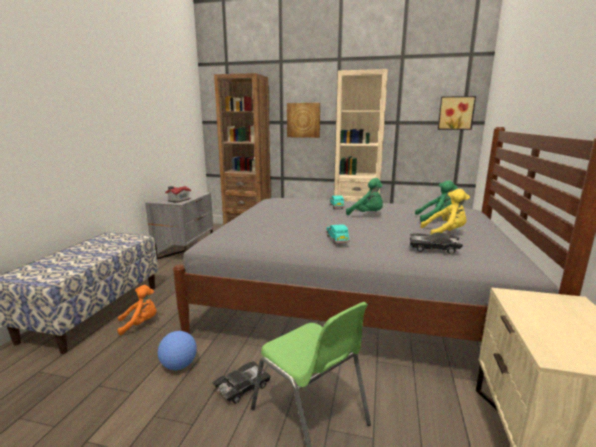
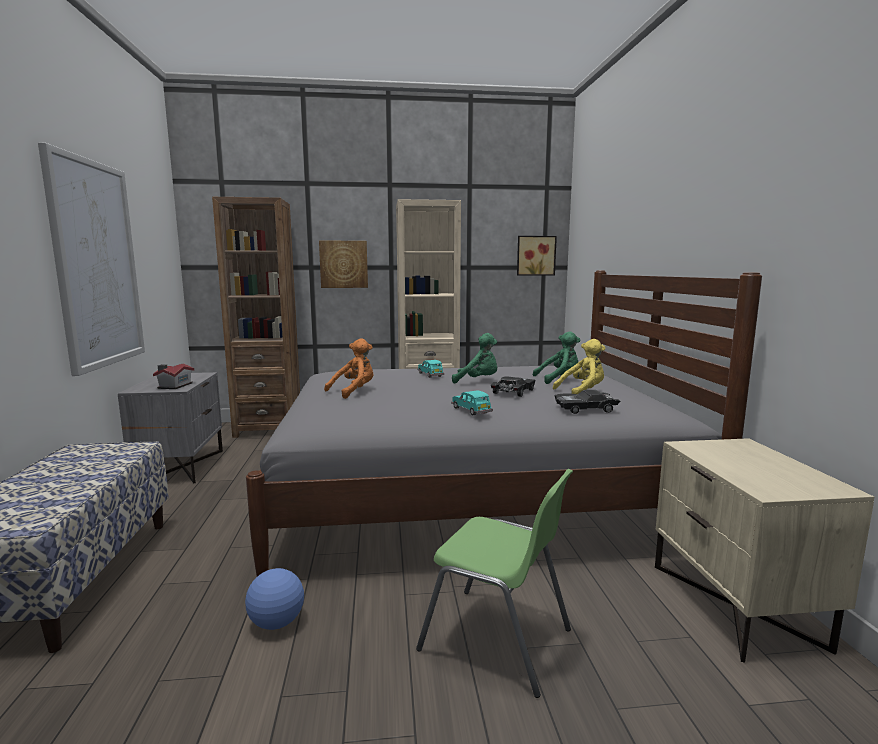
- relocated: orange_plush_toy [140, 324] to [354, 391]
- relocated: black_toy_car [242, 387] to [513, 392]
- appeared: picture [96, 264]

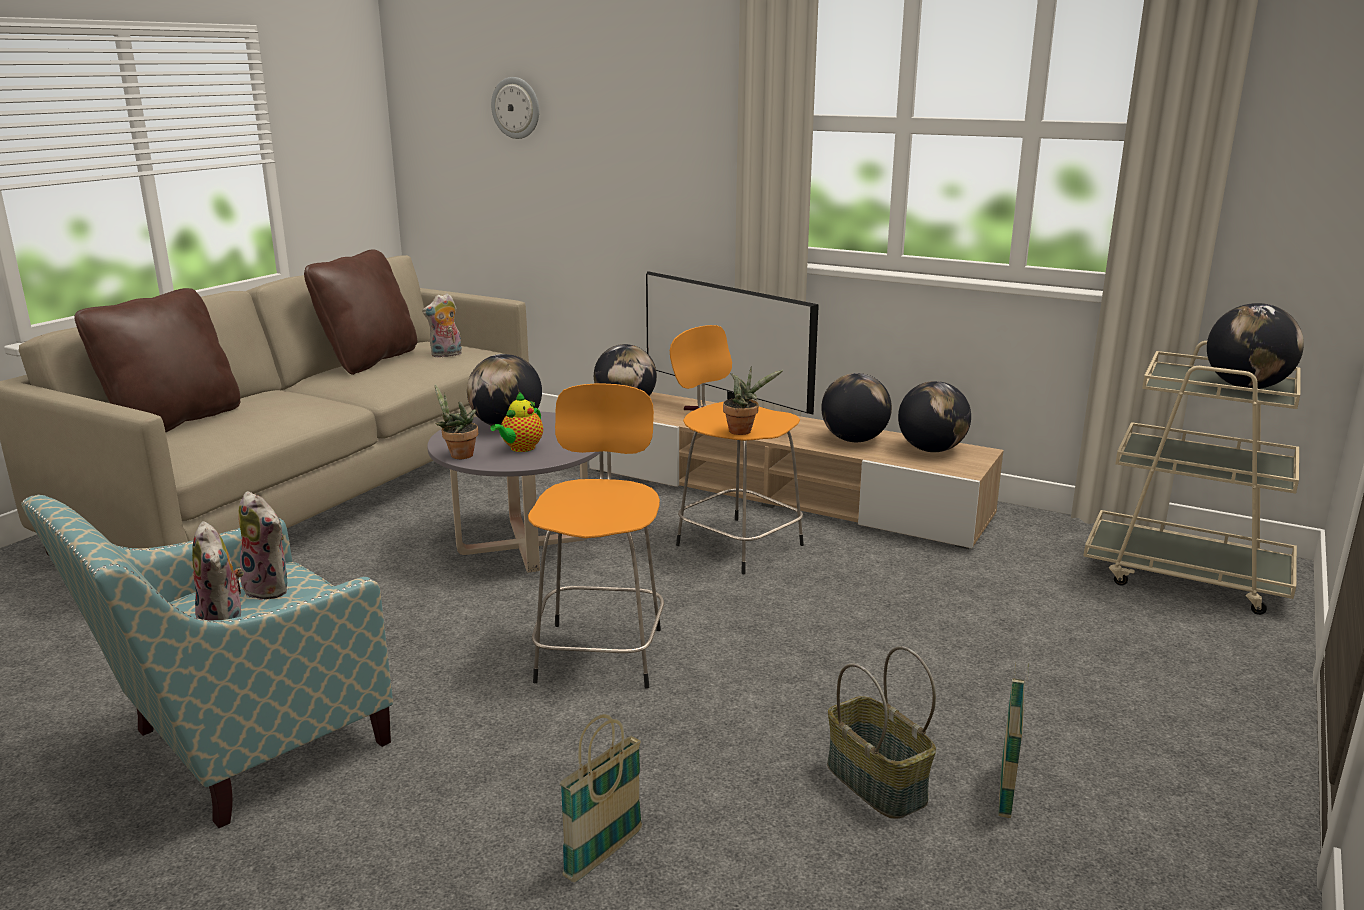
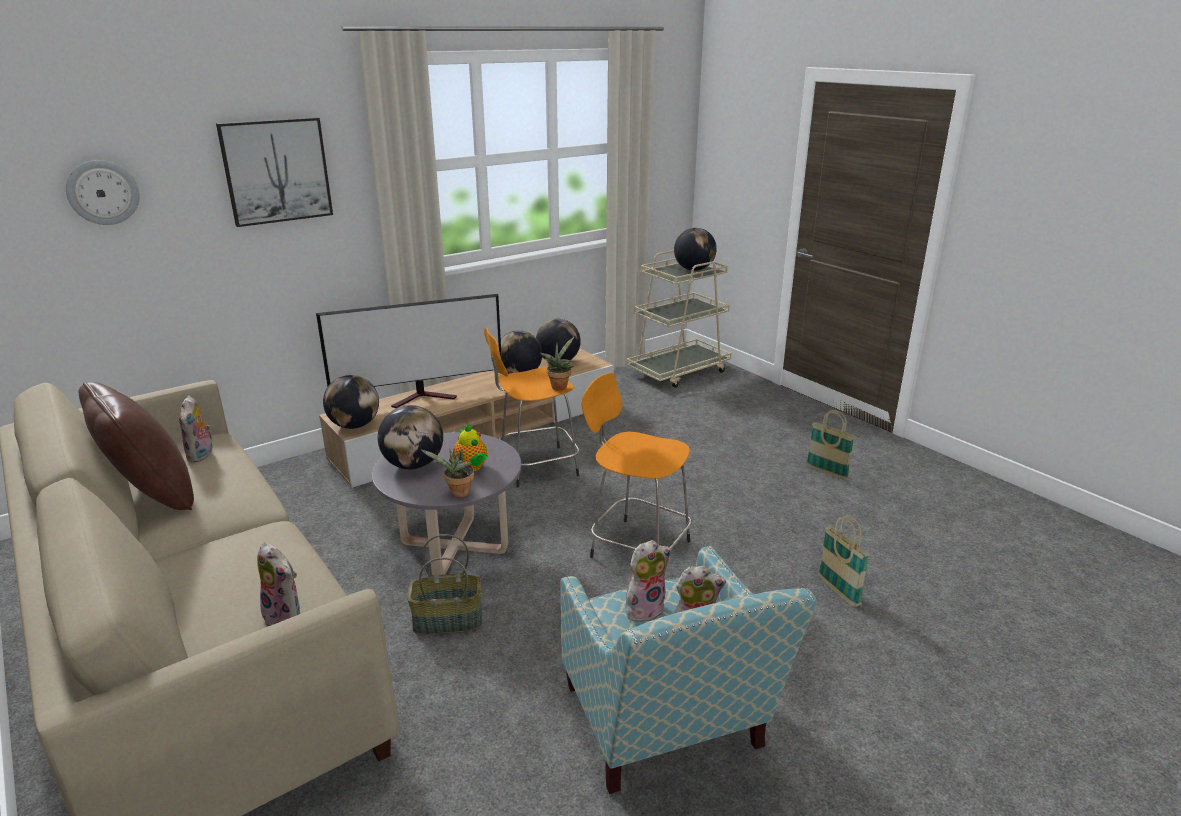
- missing: brown_pillow [173, 422]
- relocated: basket [874, 783] to [447, 621]
- appeared: picture [276, 171]
- appeared: plush_toy [286, 617]

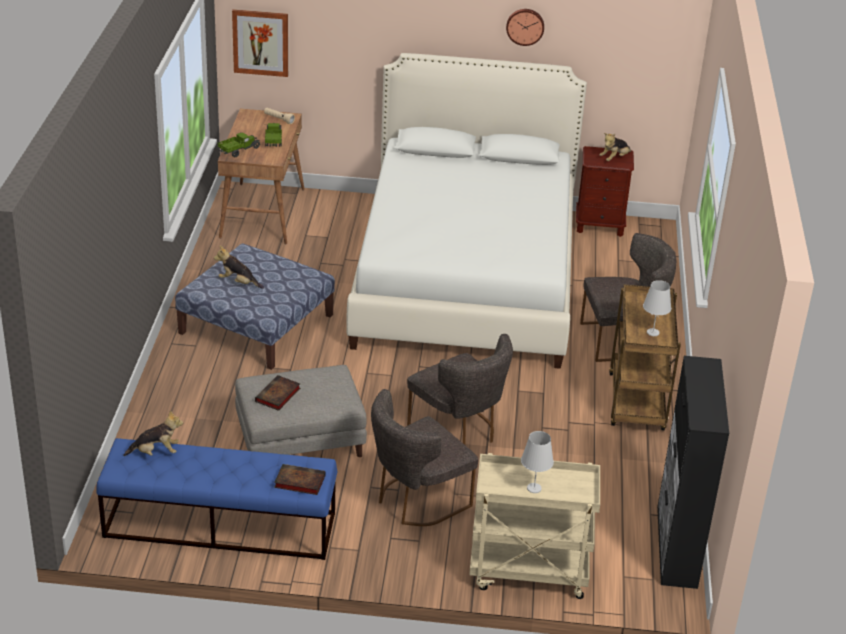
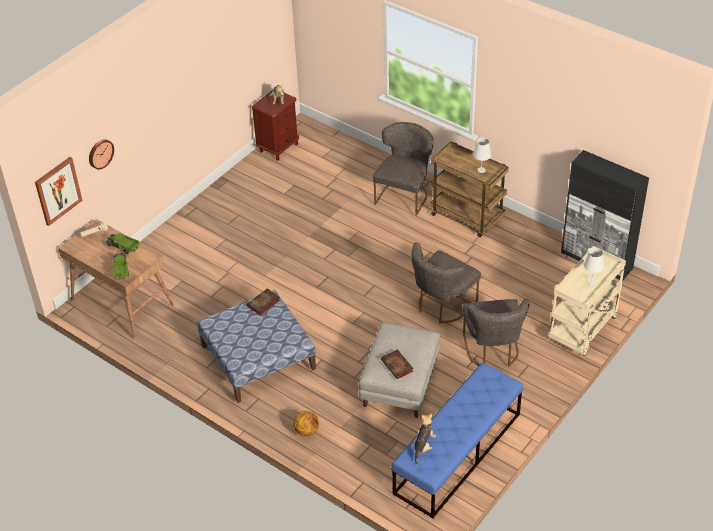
- relocated: wall_clock [525, 26] to [100, 153]
- missing: white_bed [466, 277]
- missing: plush_toy [238, 282]
- spun: grey_chair [459, 432] = [442, 305] 135 degrees clockwise
- relocated: book [298, 482] to [263, 304]
- appeared: basketball [307, 430]

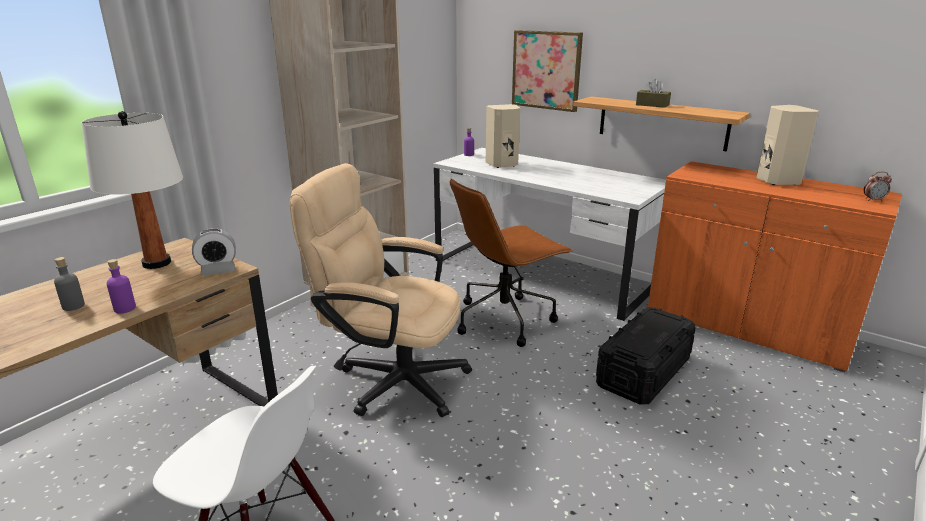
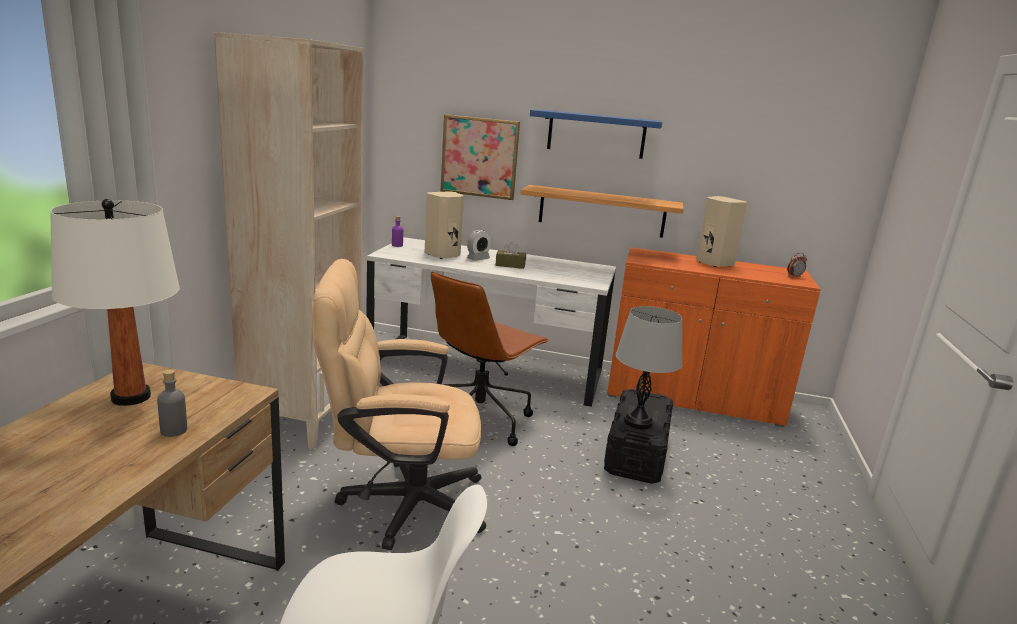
- relocated: brown_tissue_box [652, 105] to [510, 265]
- relocated: alarm_clock [218, 271] to [478, 259]
- relocated: grey_bottle [73, 306] to [174, 430]
- missing: purple_bottle [125, 308]
- appeared: blue_shelf [596, 134]
- appeared: grey_table_lamp [638, 422]

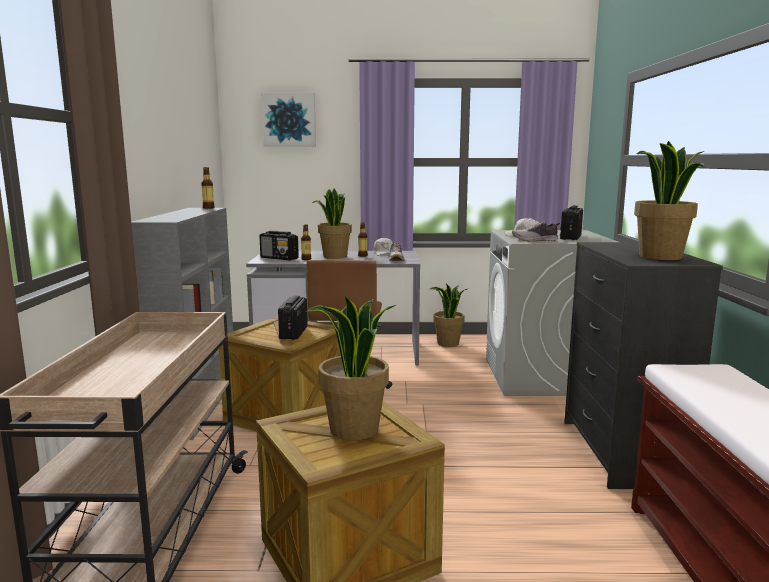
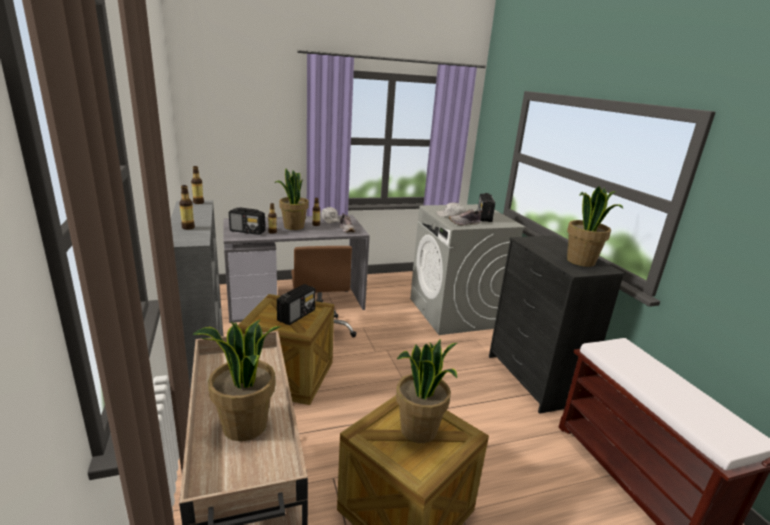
- missing: picture [289, 120]
- relocated: potted_plant [448, 343] to [244, 426]
- spun: radio [293, 333] = [297, 315] 135 degrees counterclockwise
- appeared: bottle [188, 228]

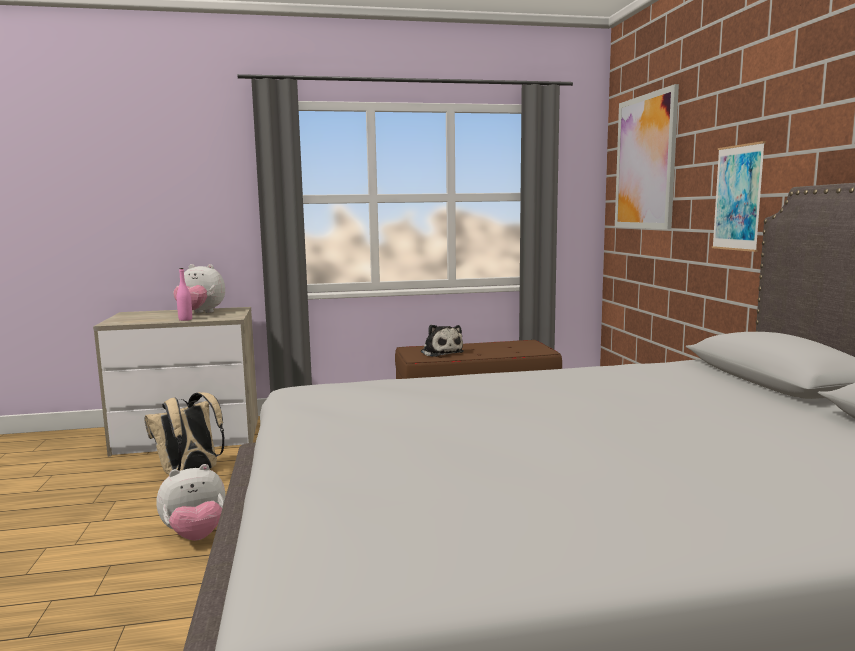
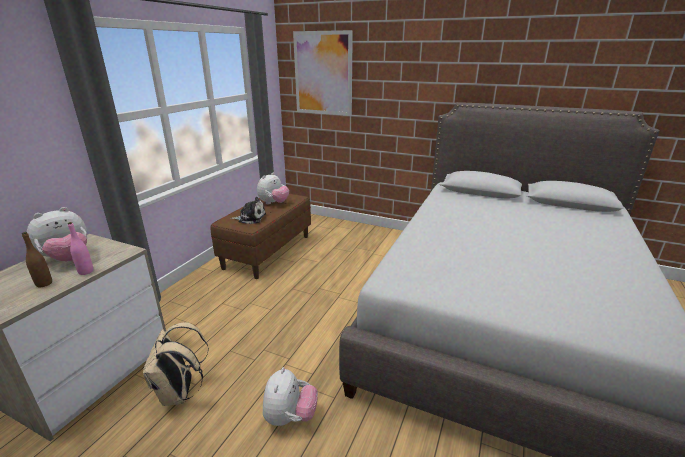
- missing: picture [738, 198]
- appeared: plush_toy [273, 203]
- appeared: brown_bottle [44, 284]

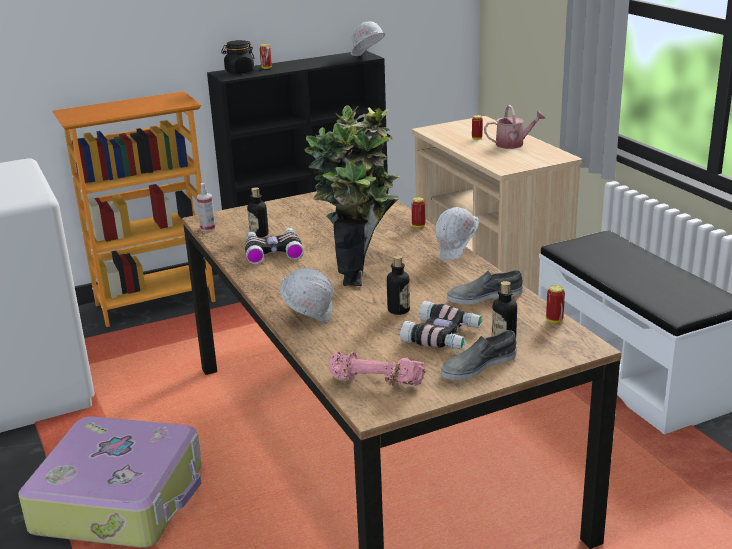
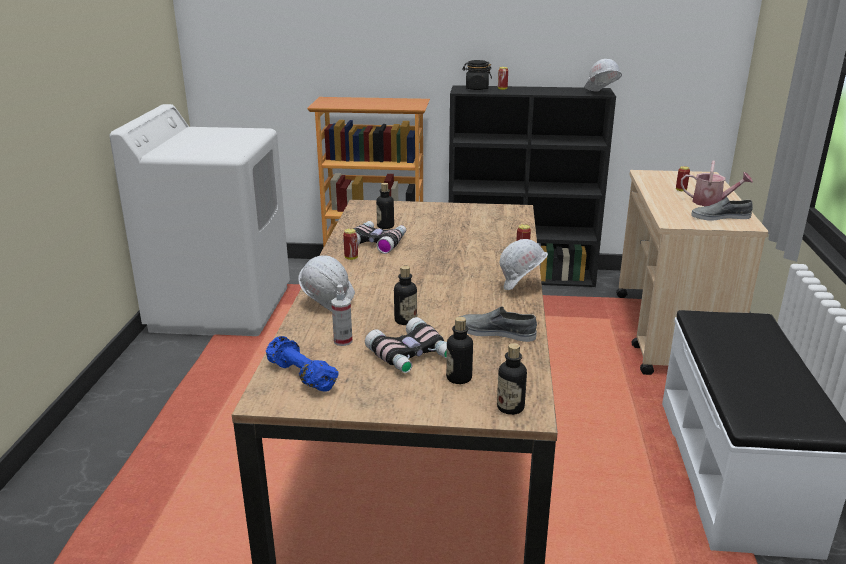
- missing: potted_plant [359, 271]
- relocated: spray_bottle [208, 228] to [343, 341]
- relocated: can [554, 320] to [351, 258]
- relocated: grey_shoe [478, 365] to [720, 217]
- colour: pink_dumbbell [375, 382] to blue_dumbbell [300, 376]
- missing: suitcase [121, 499]
- appeared: bottle [510, 407]

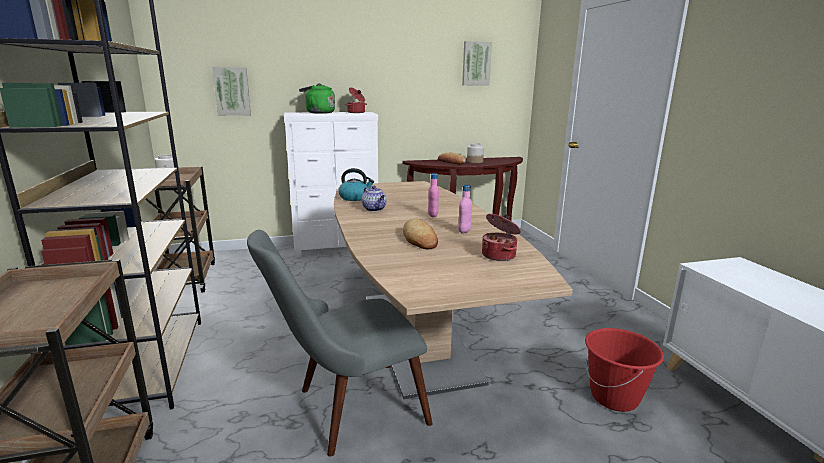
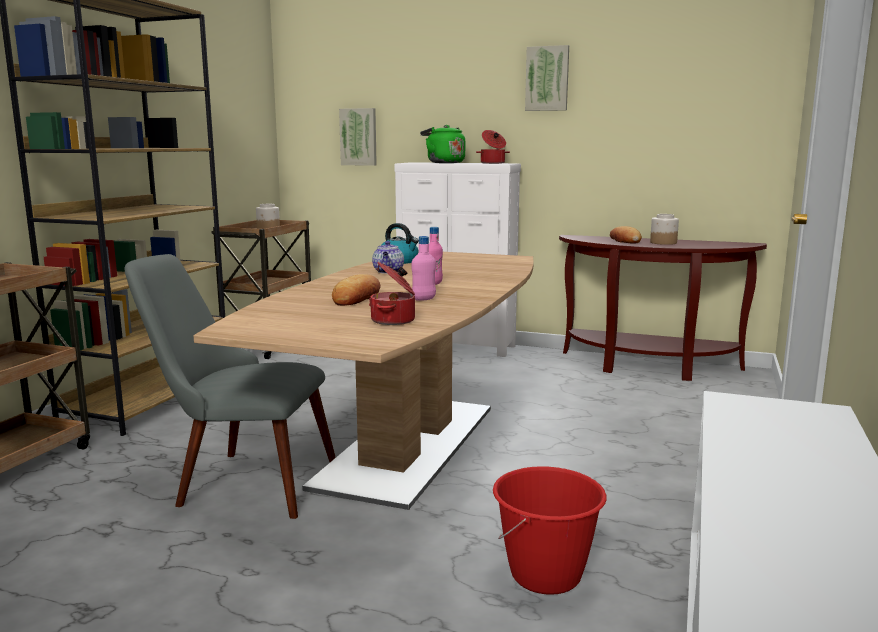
- relocated: picture [476, 64] to [547, 79]

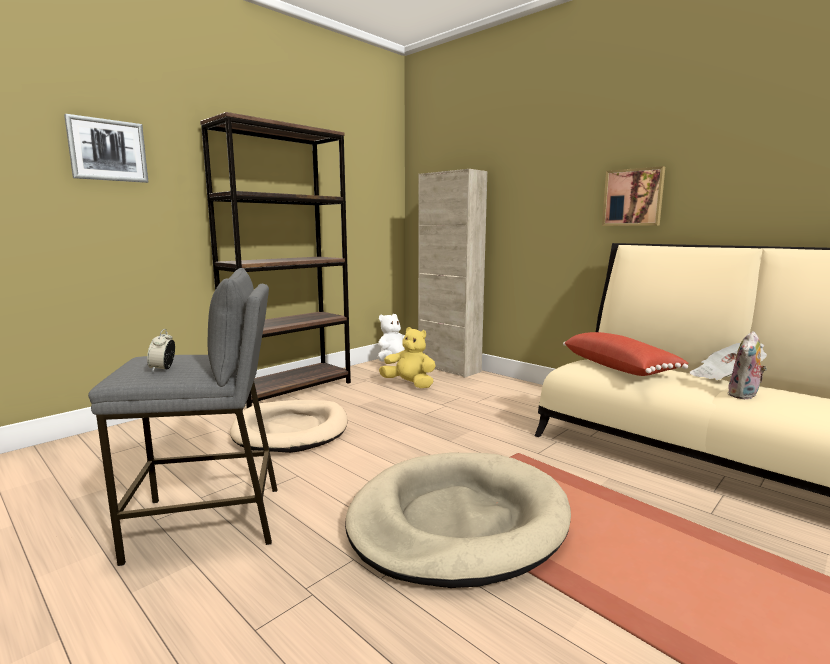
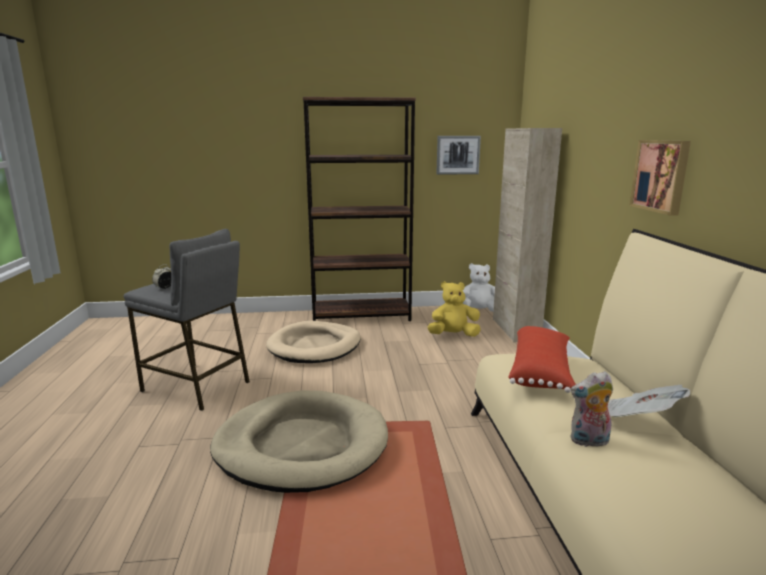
- relocated: picture [108, 150] to [458, 155]
- spun: yellow_plush_toy [409, 384] = [453, 335] 75 degrees counterclockwise

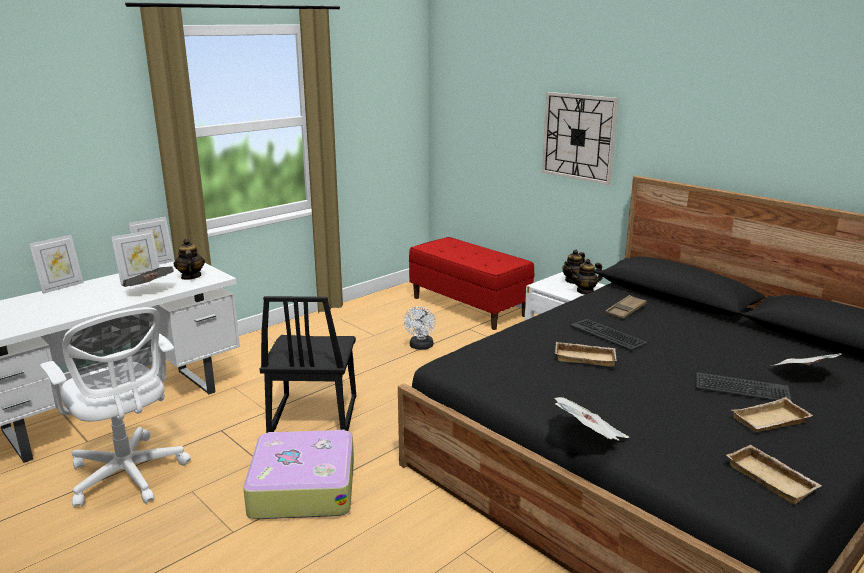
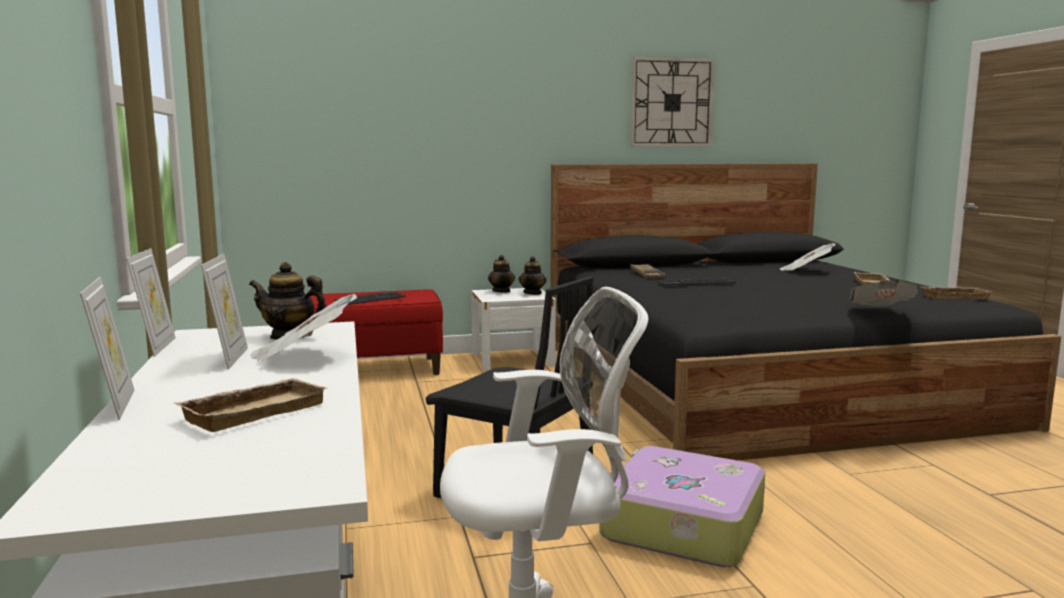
- relocated: wall_clock [579, 137] to [671, 102]
- missing: white_fan [421, 347]
- relocated: beige_tray [585, 357] to [254, 411]
- relocated: keyboard [741, 389] to [370, 299]

